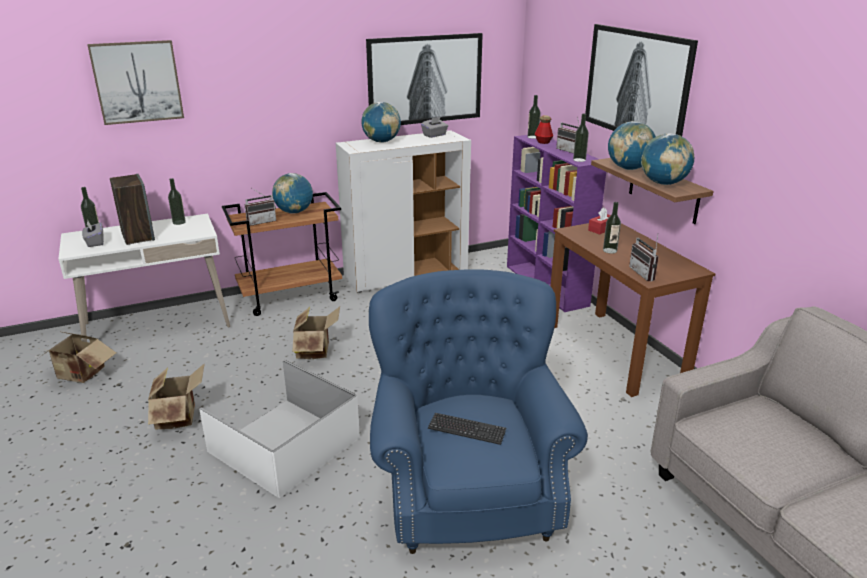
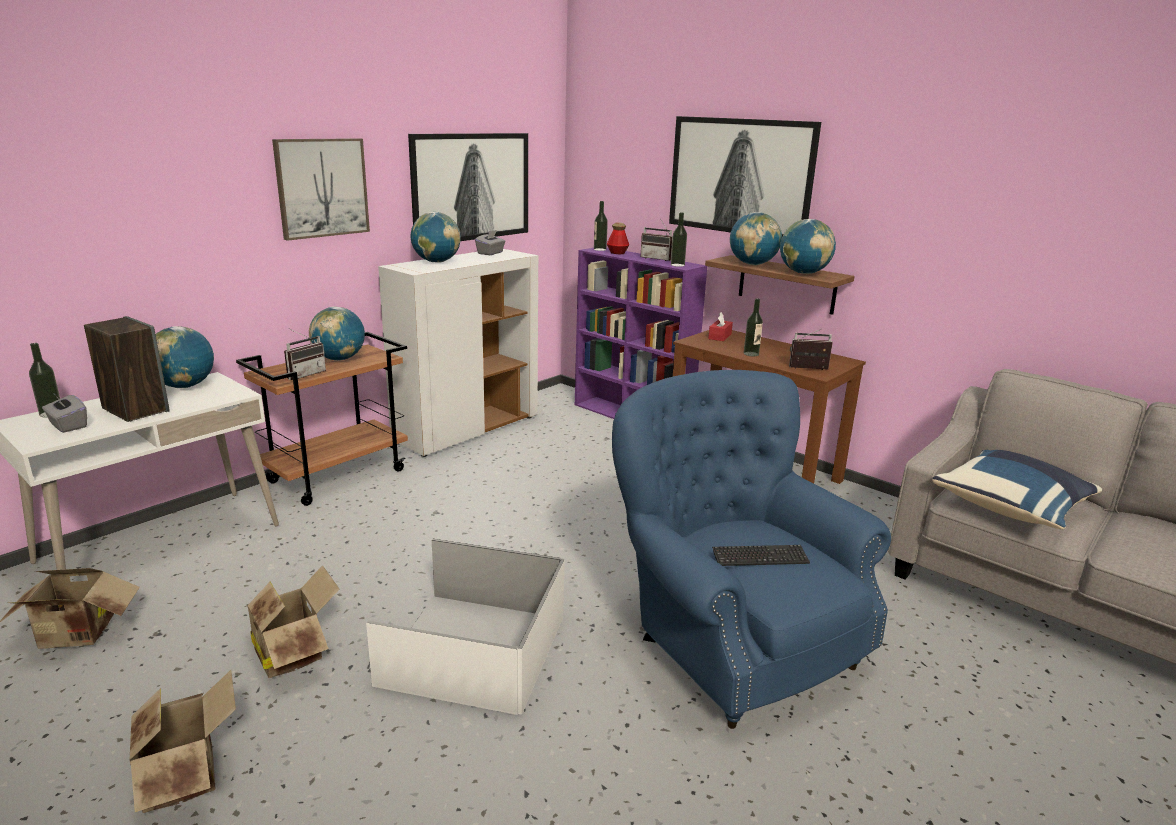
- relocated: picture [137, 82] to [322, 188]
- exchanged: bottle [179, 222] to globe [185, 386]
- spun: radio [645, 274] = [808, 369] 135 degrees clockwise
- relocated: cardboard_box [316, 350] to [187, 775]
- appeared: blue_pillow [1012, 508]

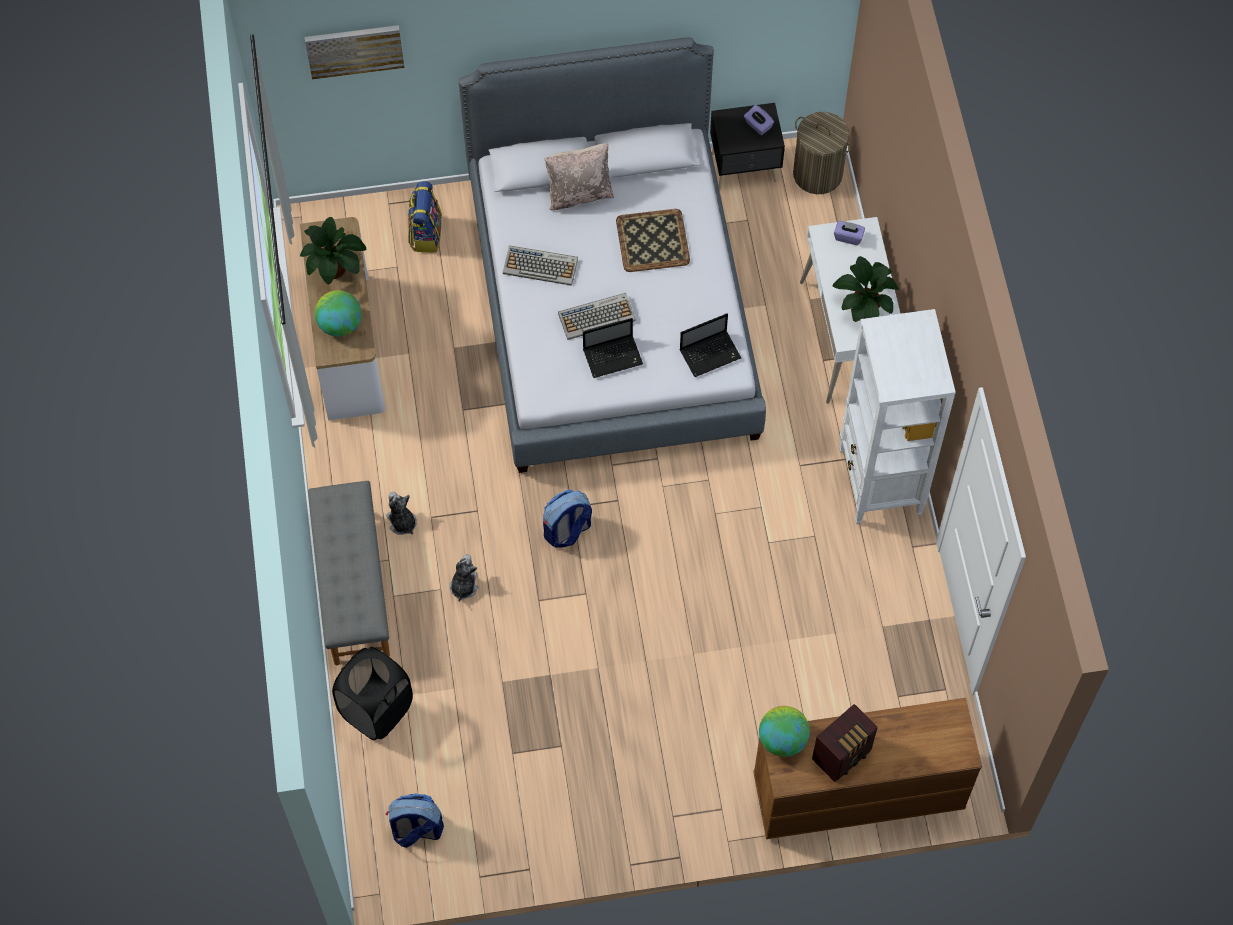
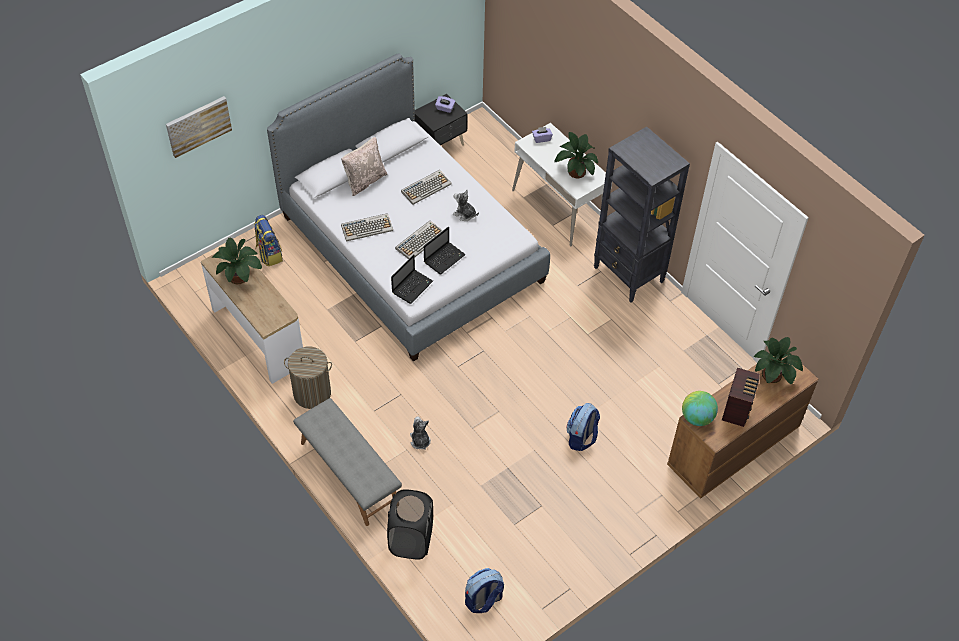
- relocated: laundry_basket [818, 174] to [312, 393]
- exchanged: tray [653, 240] to keyboard [426, 187]
- missing: globe [340, 325]
- colour: white_bookcase [880, 483] to black_bookcase [629, 275]
- relocated: laptop [711, 353] to [412, 286]
- relocated: backpack [567, 531] to [581, 438]
- relocated: plush_toy [402, 522] to [464, 214]
- appeared: potted_plant [772, 376]

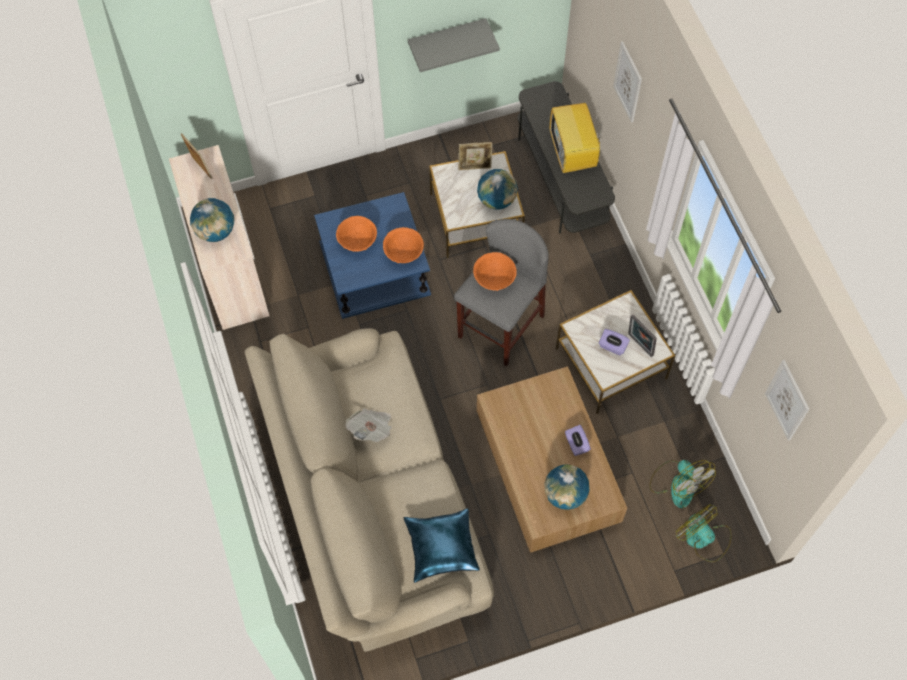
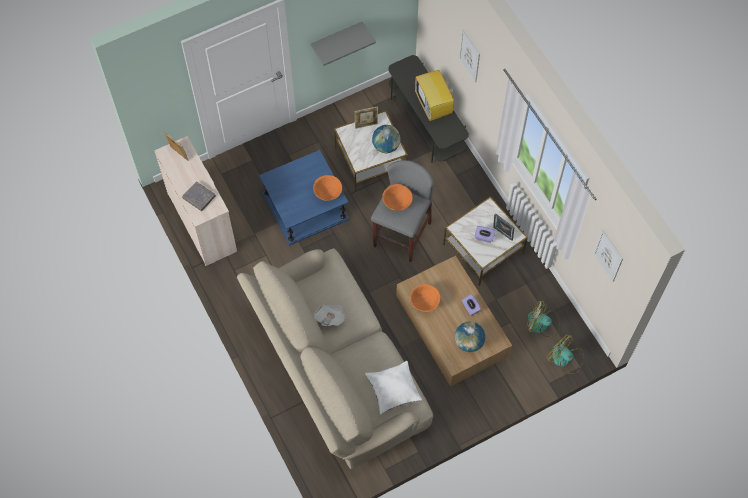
- exchanged: globe [216, 231] to grey_book [199, 197]
- relocated: orange_bowl [357, 242] to [424, 303]
- spun: fan [678, 483] = [542, 325] 150 degrees clockwise
- colour: blue_pillow [441, 548] to white_pillow [393, 389]

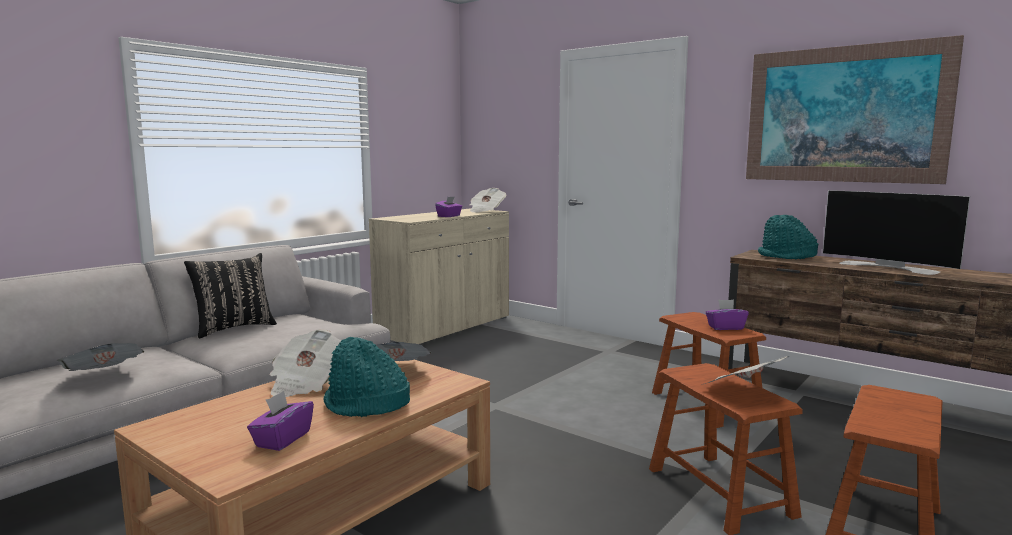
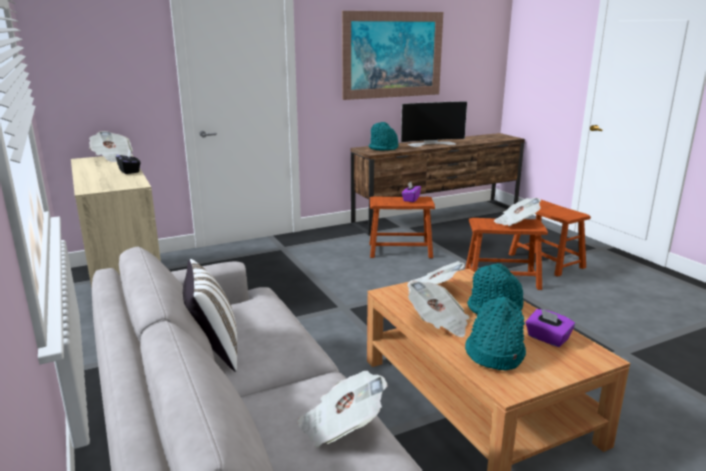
- colour: purple_tissue_box [449, 216] to black_tissue_box [129, 171]
- colour: black_pillow [233, 328] to white_pillow [214, 350]
- appeared: turquoise_hat [494, 353]

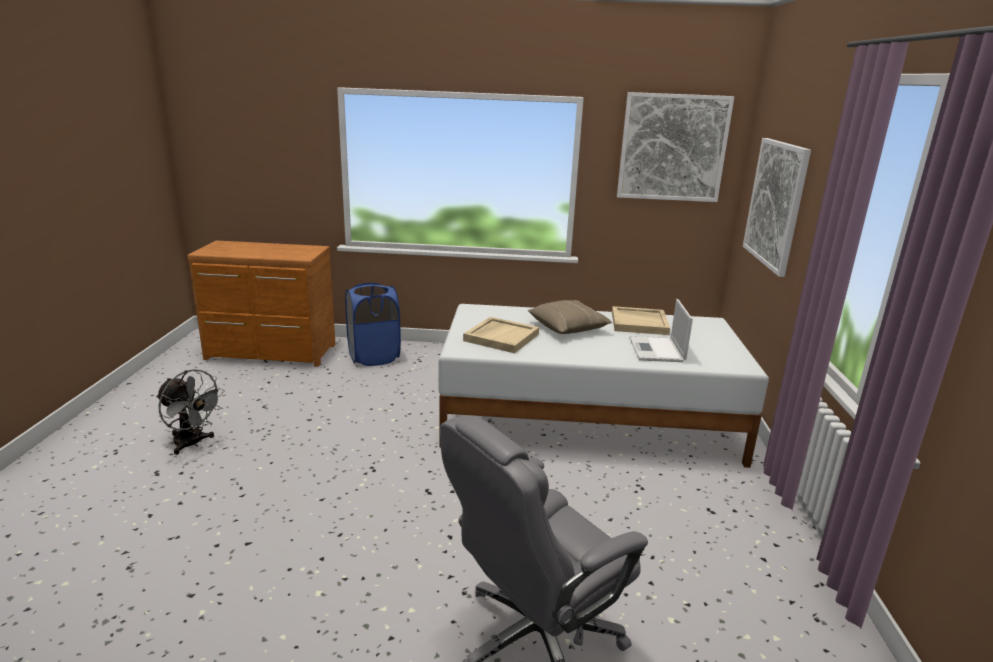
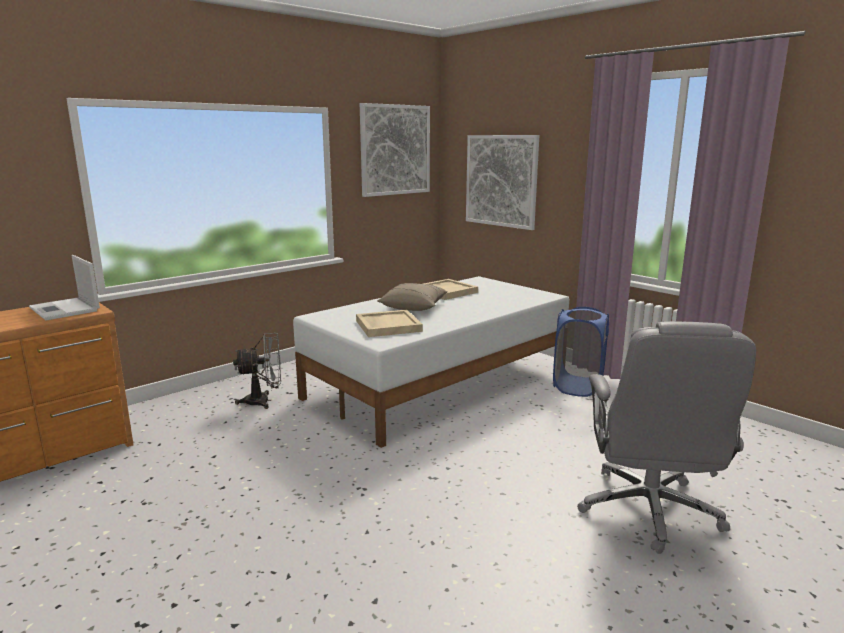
- relocated: blue_laundry_basket [374, 357] to [577, 386]
- relocated: laptop [657, 350] to [65, 309]
- relocated: grey_fan [192, 444] to [264, 401]

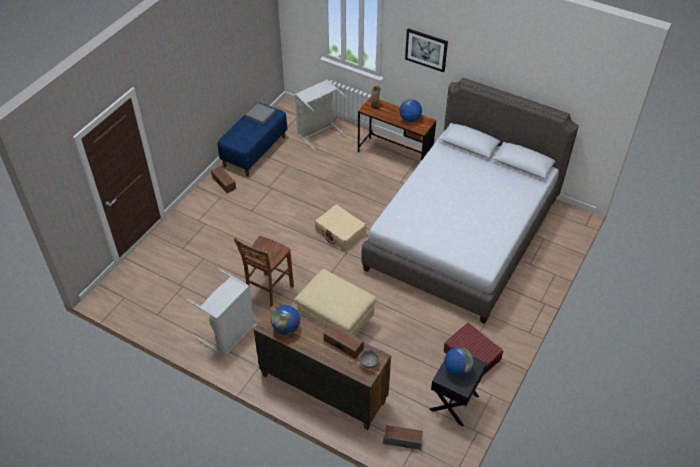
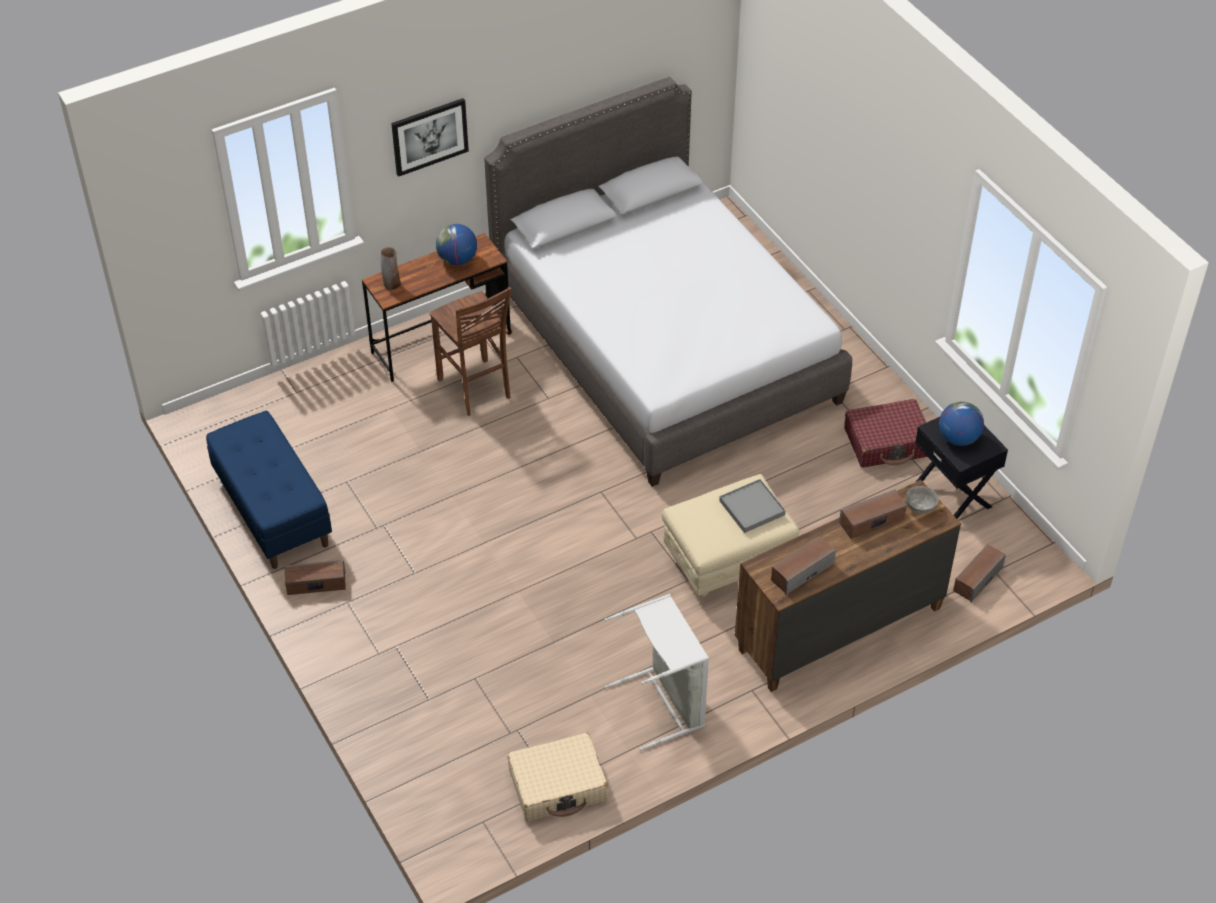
- missing: grey_laundry_basket [318, 132]
- relocated: grey_tray [260, 114] to [752, 508]
- relocated: beige_suitcase [340, 232] to [558, 785]
- relocated: brown_stool [268, 293] to [475, 389]
- exchanged: globe [286, 328] to speaker [802, 571]

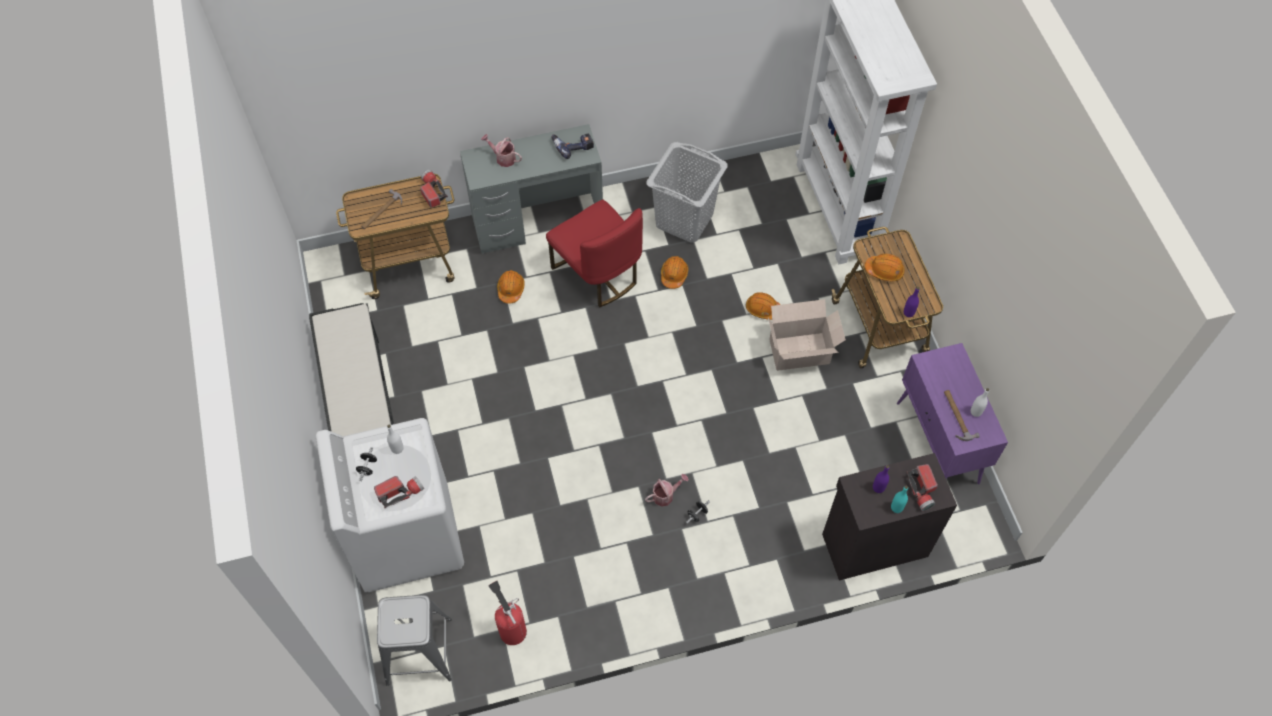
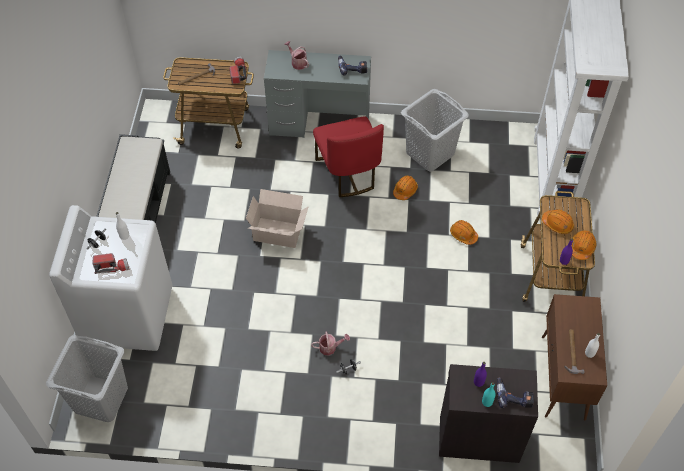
- relocated: orange_hard_hat [511, 289] to [582, 247]
- relocated: cardboard_box [801, 351] to [279, 233]
- colour: purple_cabinet [938, 443] to brown_cabinet [563, 378]
- exchanged: flashlight [922, 490] to power_drill [513, 396]
- missing: fire_extinguisher [511, 629]
- exchanged: grey_stool [419, 651] to grey_laundry_basket [100, 399]

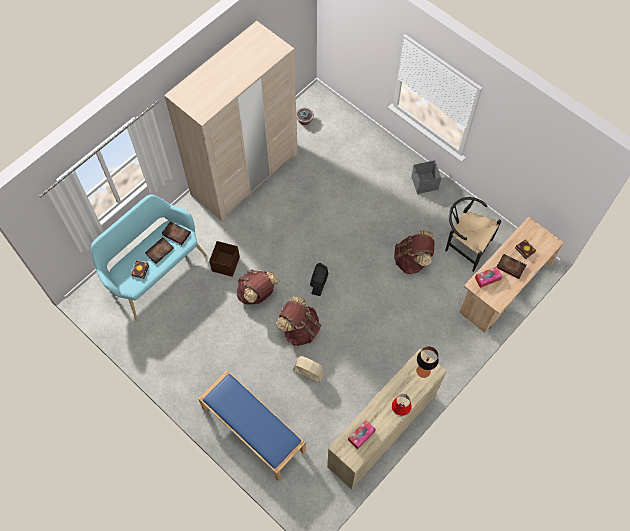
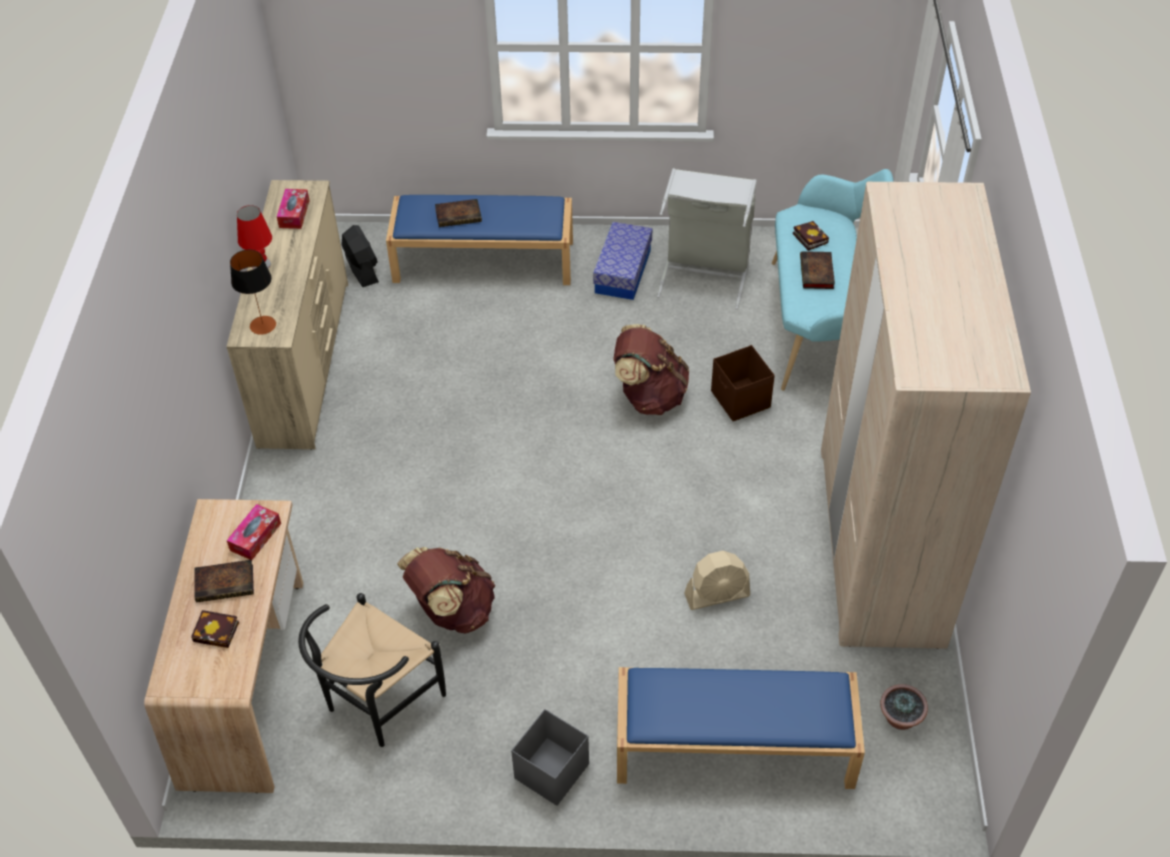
- spun: black_chair [464, 246] = [376, 704] 135 degrees clockwise
- relocated: book [175, 234] to [459, 215]
- relocated: black_fan [319, 282] to [362, 269]
- missing: brown_backpack [300, 329]
- relocated: beige_fan [308, 372] to [717, 595]
- appeared: grey_laundry_basket [704, 274]
- appeared: storage_box [623, 271]
- appeared: blue_bench [732, 747]

